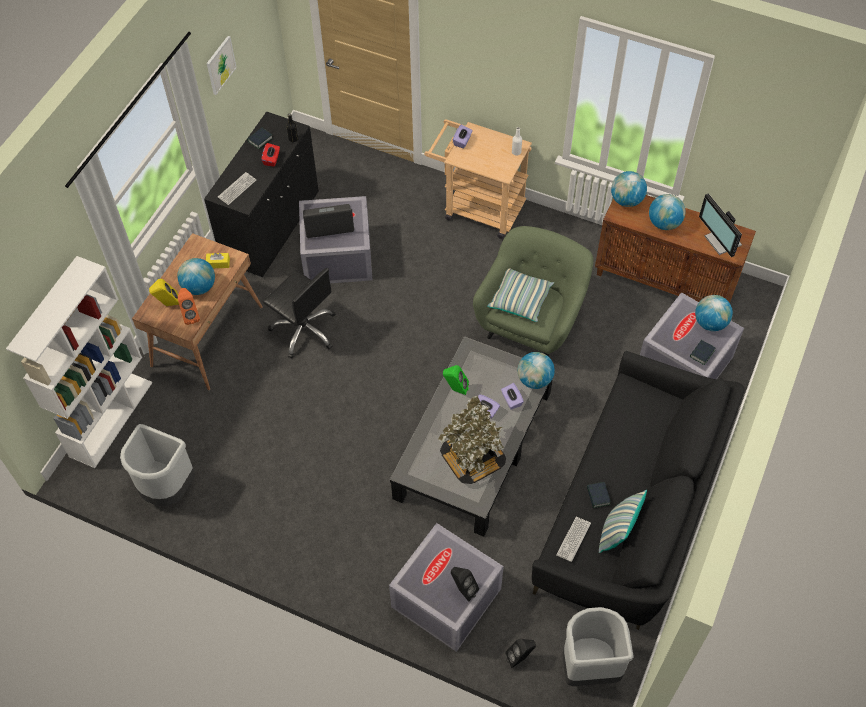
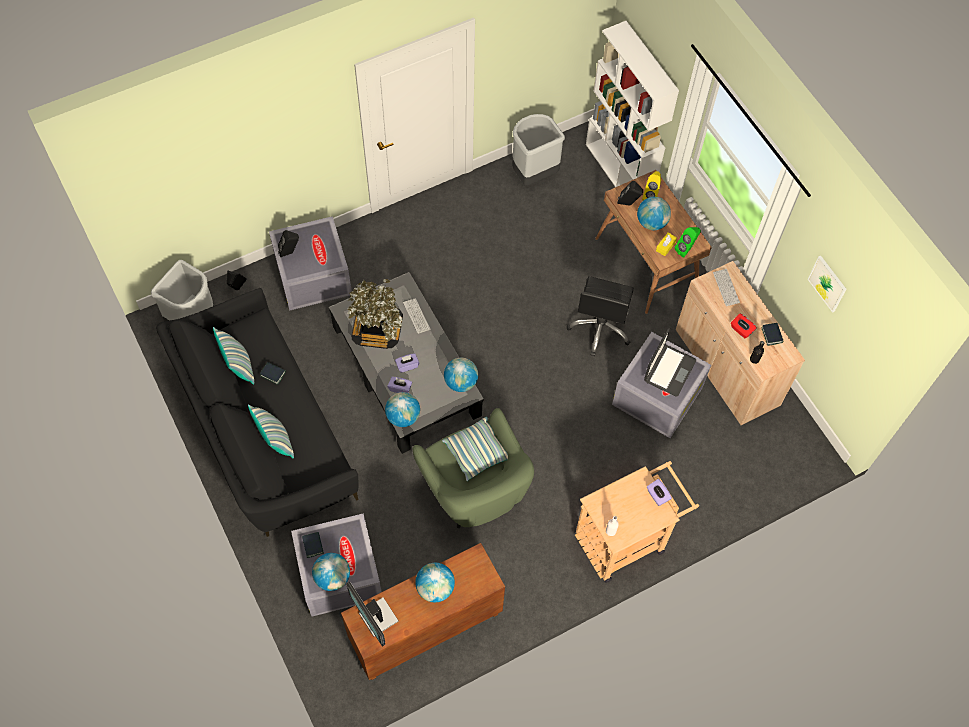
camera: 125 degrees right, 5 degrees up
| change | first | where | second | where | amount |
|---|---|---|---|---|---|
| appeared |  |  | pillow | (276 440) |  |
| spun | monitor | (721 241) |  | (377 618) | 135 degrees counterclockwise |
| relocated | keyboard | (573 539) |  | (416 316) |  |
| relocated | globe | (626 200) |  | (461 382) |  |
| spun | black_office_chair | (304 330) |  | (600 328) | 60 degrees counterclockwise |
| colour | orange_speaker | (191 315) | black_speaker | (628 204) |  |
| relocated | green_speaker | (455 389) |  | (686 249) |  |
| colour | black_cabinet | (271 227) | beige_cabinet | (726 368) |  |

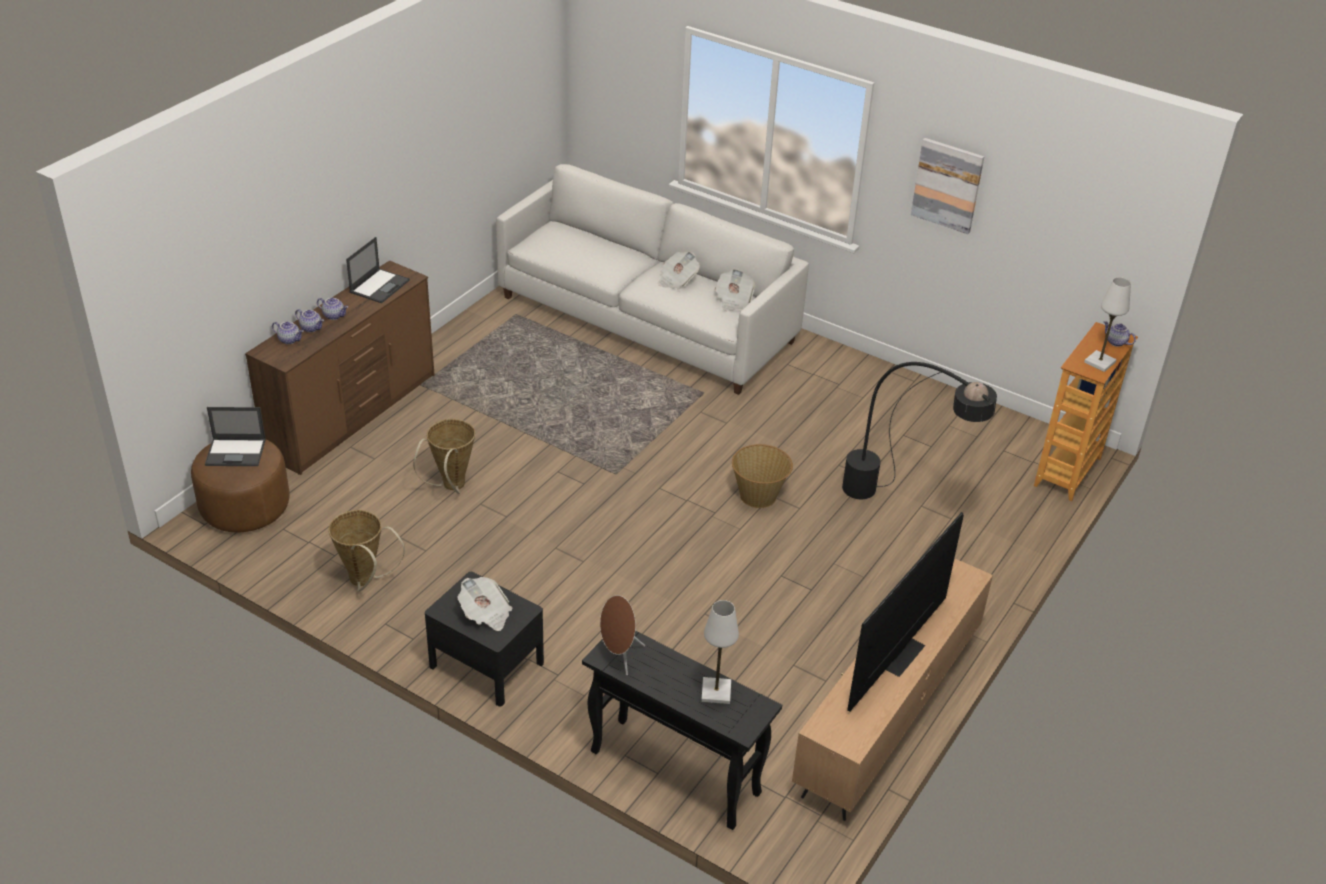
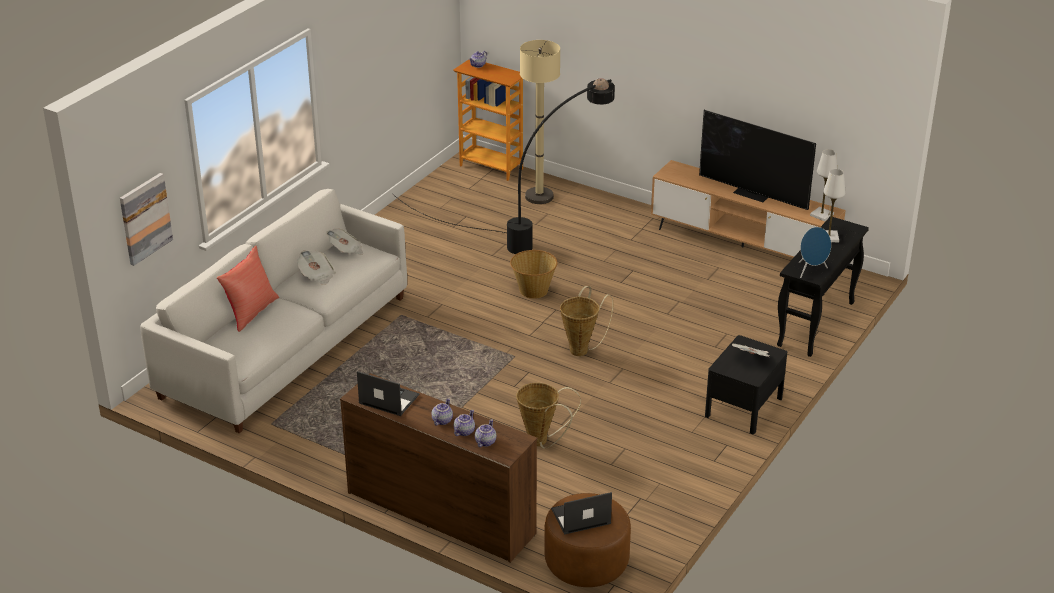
camera: 90 degrees left, 5 degrees down
| change | first | where | second | where | amount |
|---|---|---|---|---|---|
| relocated | picture | (947 185) |  | (145 218) |  |
| appeared |  |  | red_pillow | (251 312) |  |
| appeared |  |  | beige_floor_lamp | (539 197) |  |
| spun | laptop | (236 452) |  | (580 517) | 105 degrees counterclockwise |
| relocated | basket | (365 582) |  | (581 349) |  |
| colour | brown_speaker | (619 656) | blue_speaker | (811 271) |  |
| relocated | white_table_lamp | (1099 362) |  | (822 215) |  |

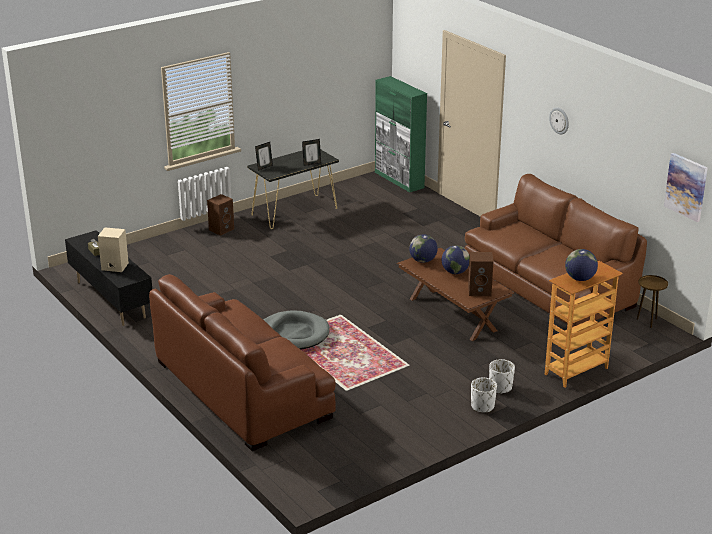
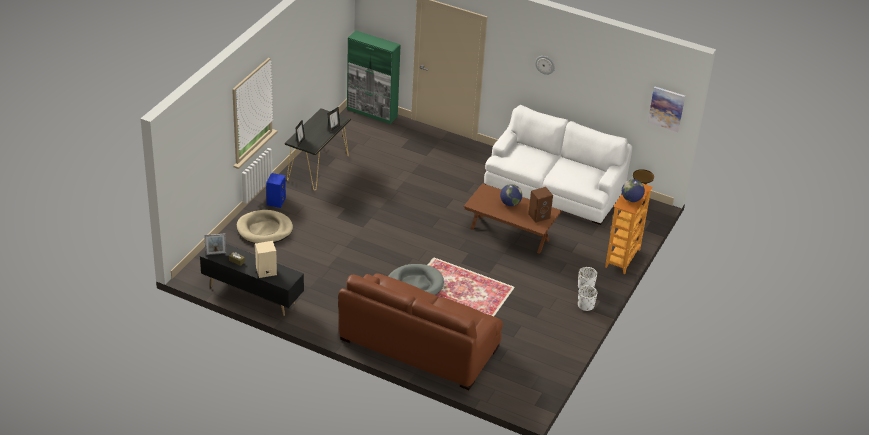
camera: 30 degrees left, 10 degrees up
| change | first | where | second | where | amount |
|---|---|---|---|---|---|
| appeared |  |  | picture_frame | (216 254) |  |
| appeared |  |  | beige_dog_bed | (264 229) |  |
| colour | brown_speaker | (221 229) | blue_speaker | (276 201) |  |
| colour | brown_sofa | (548 285) | white_sofa | (554 189) |  |
| missing | globe | (423 261) |  |  |  |

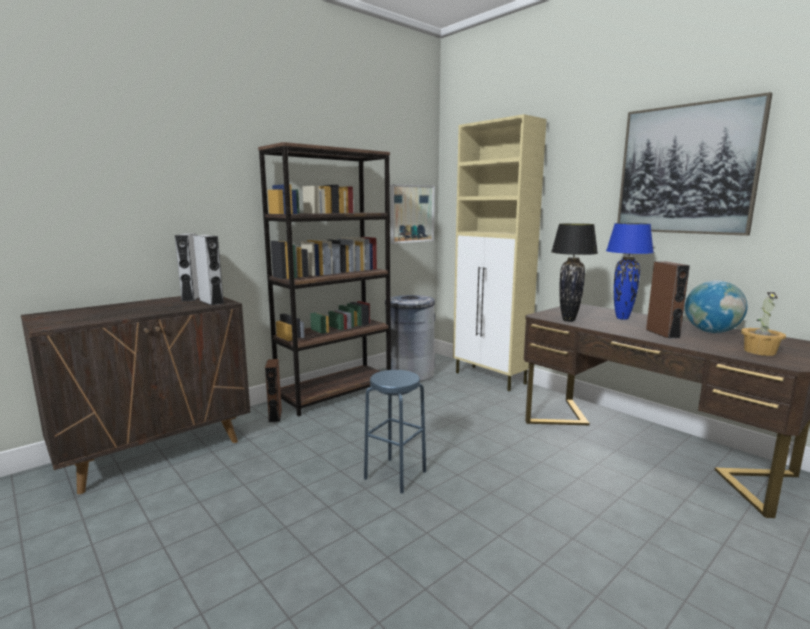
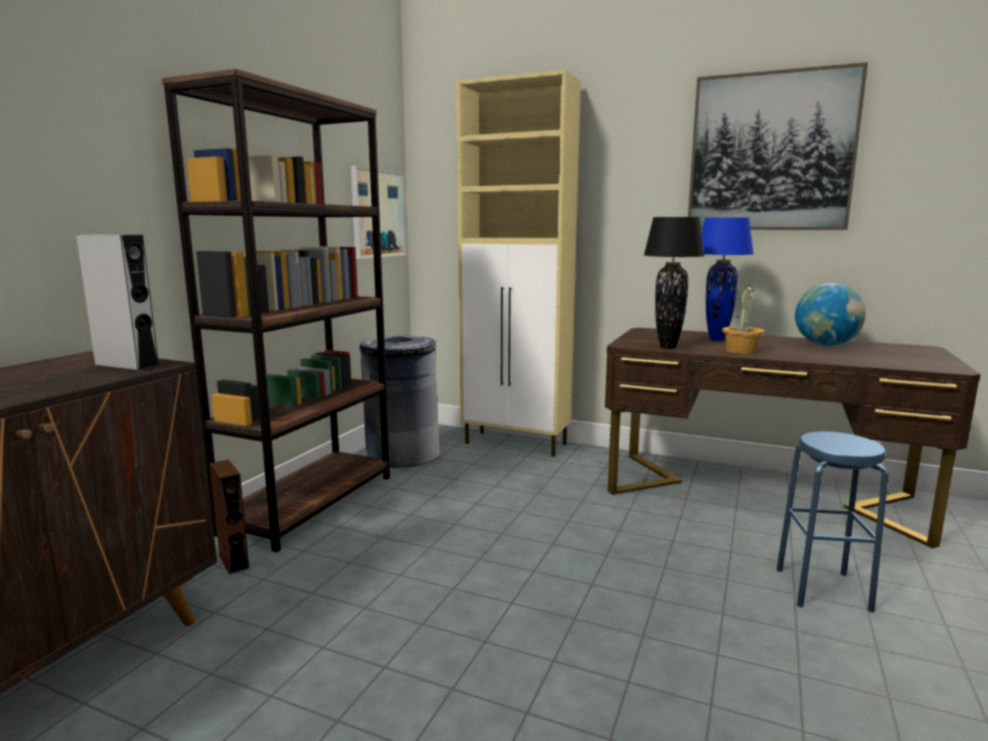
camera: 25 degrees left, 0 degrees up
| change | first | where | second | where | amount |
|---|---|---|---|---|---|
| relocated | potted_plant | (759 351) |  | (740 351) |  |
| relocated | blue_stool | (395 475) |  | (822 589) |  |
| missing | grey_speaker | (191 298) |  |  |  |
| missing | brown_speaker | (662 333) |  |  |  |

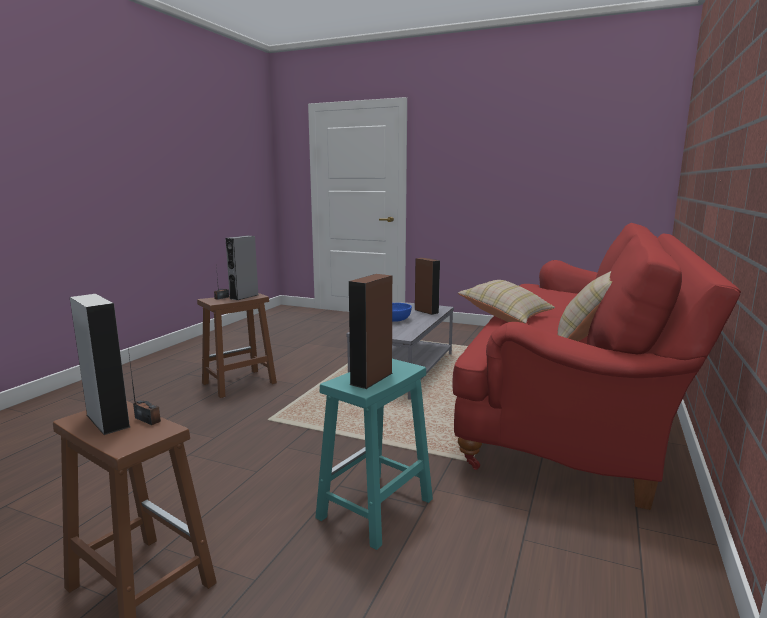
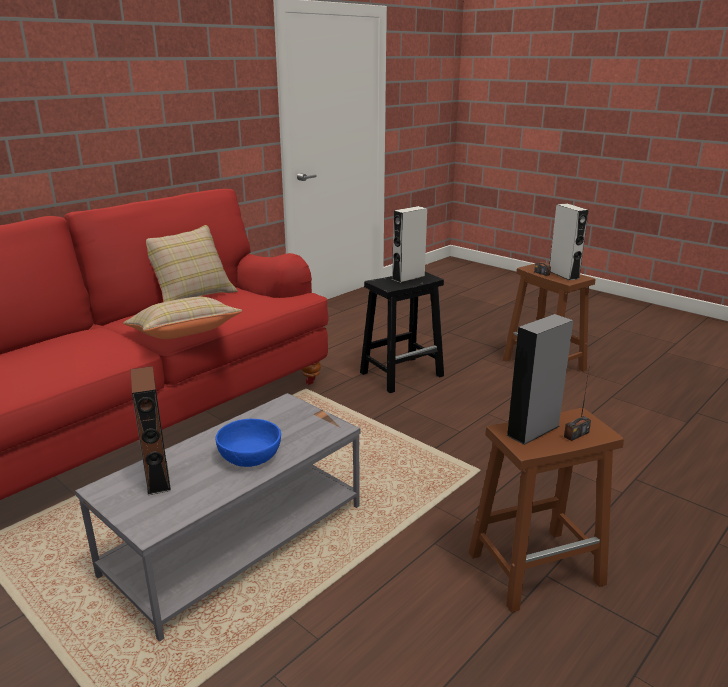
camera: 160 degrees left, 10 degrees up
| change | first | where | second | where | amount |
|---|---|---|---|---|---|
| colour | turquoise_stool | (375 509) | black_stool | (402 374) |  |
| colour | brown_speaker | (371 378) | grey_speaker | (408 277) |  |

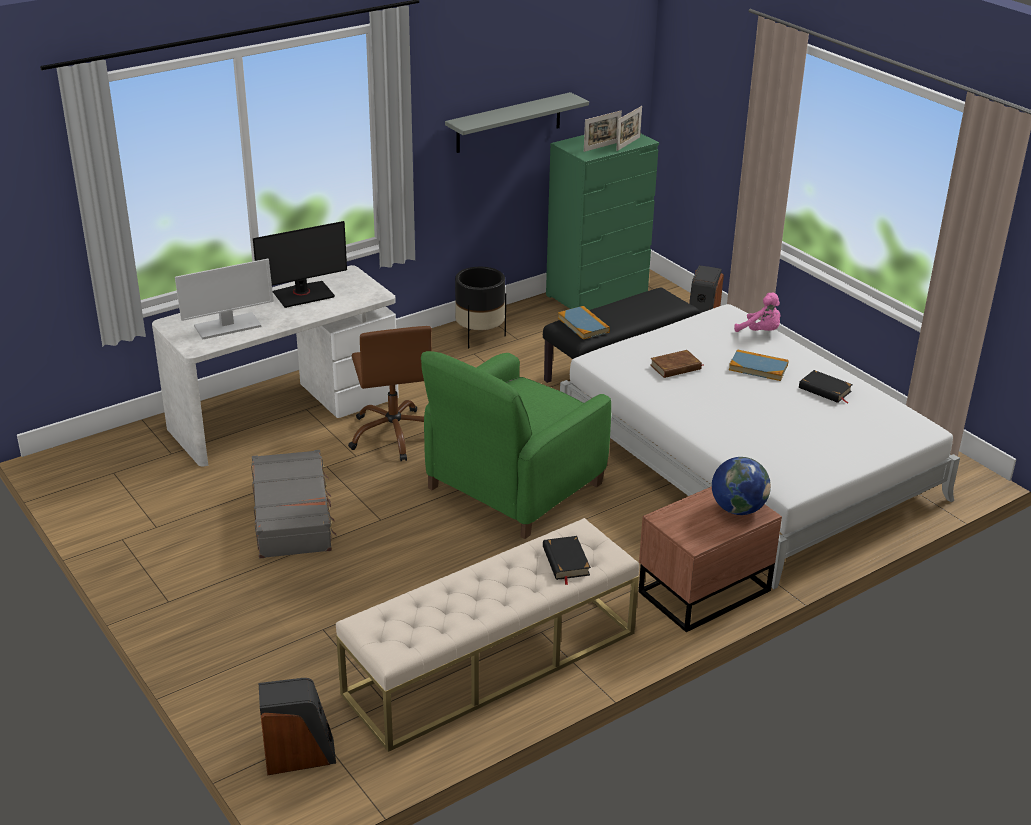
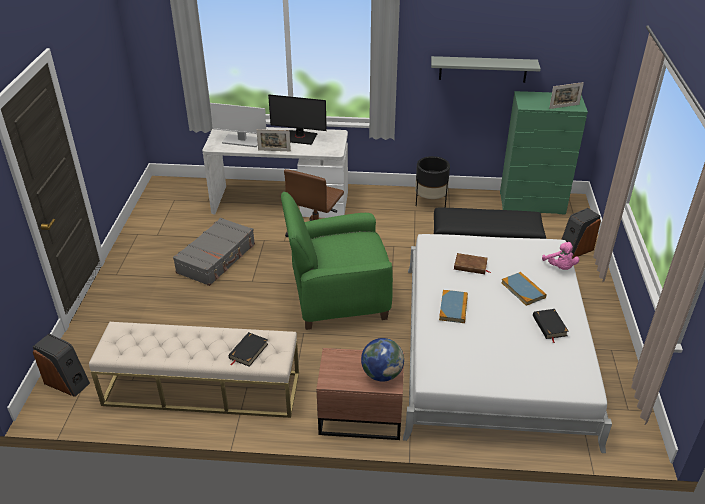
camera: 40 degrees right, 5 degrees up
| change | first | where | second | where | amount |
|---|---|---|---|---|---|
| relocated | picture_frame | (601 146) |  | (274 150) |  |
| relocated | book | (583 325) |  | (453 308) |  |

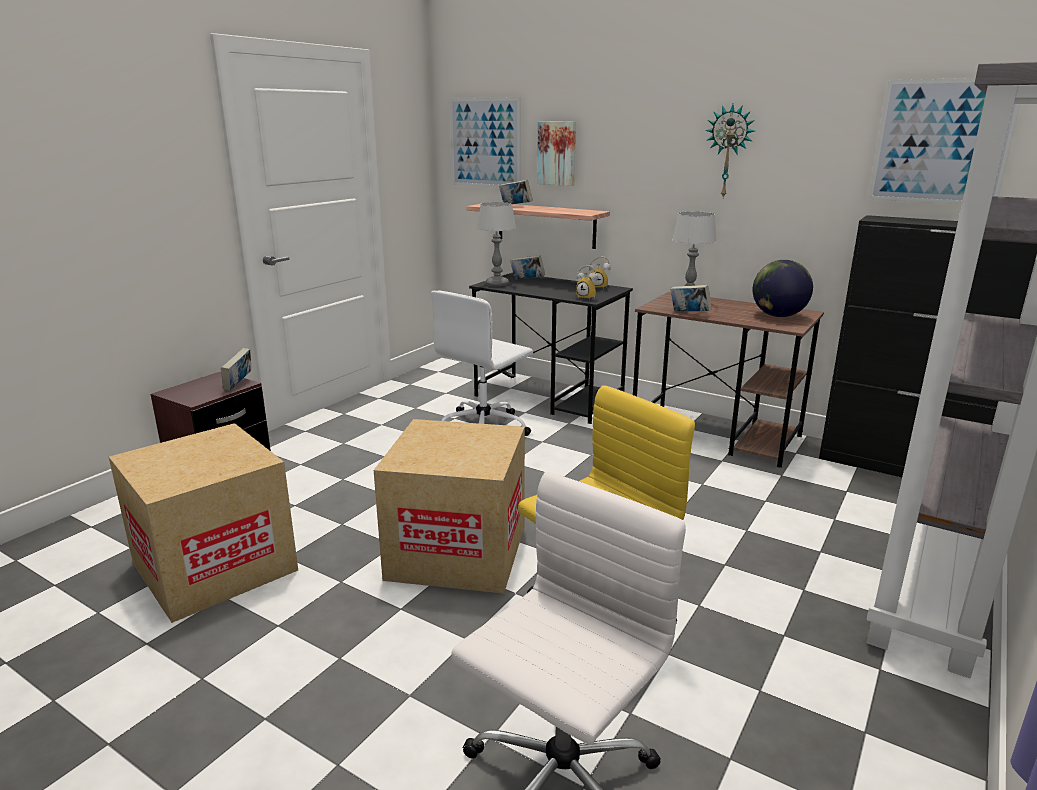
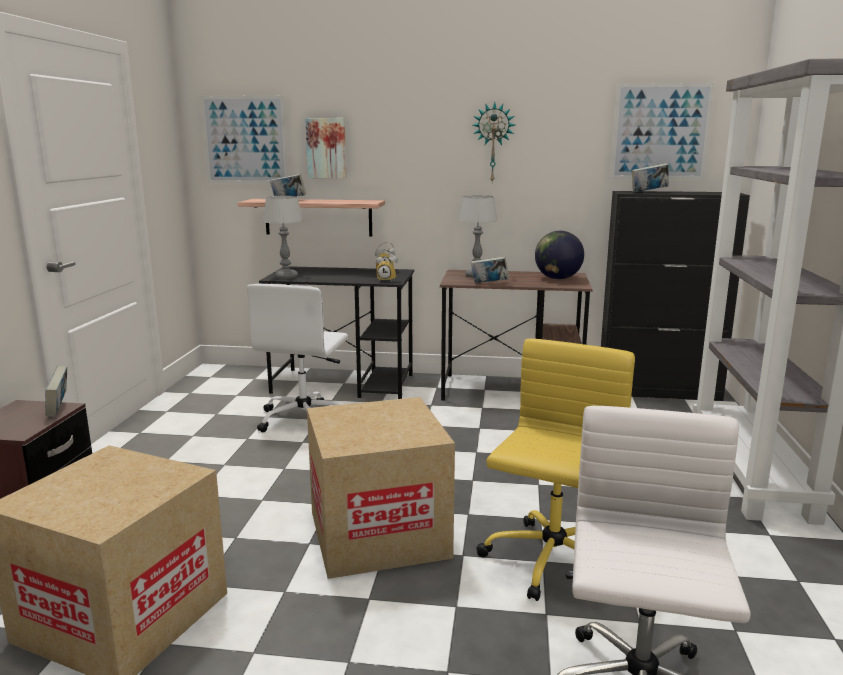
camera: 25 degrees left, 5 degrees down
| change | first | where | second | where | amount |
|---|---|---|---|---|---|
| relocated | book | (527 280) |  | (648 192) |  |

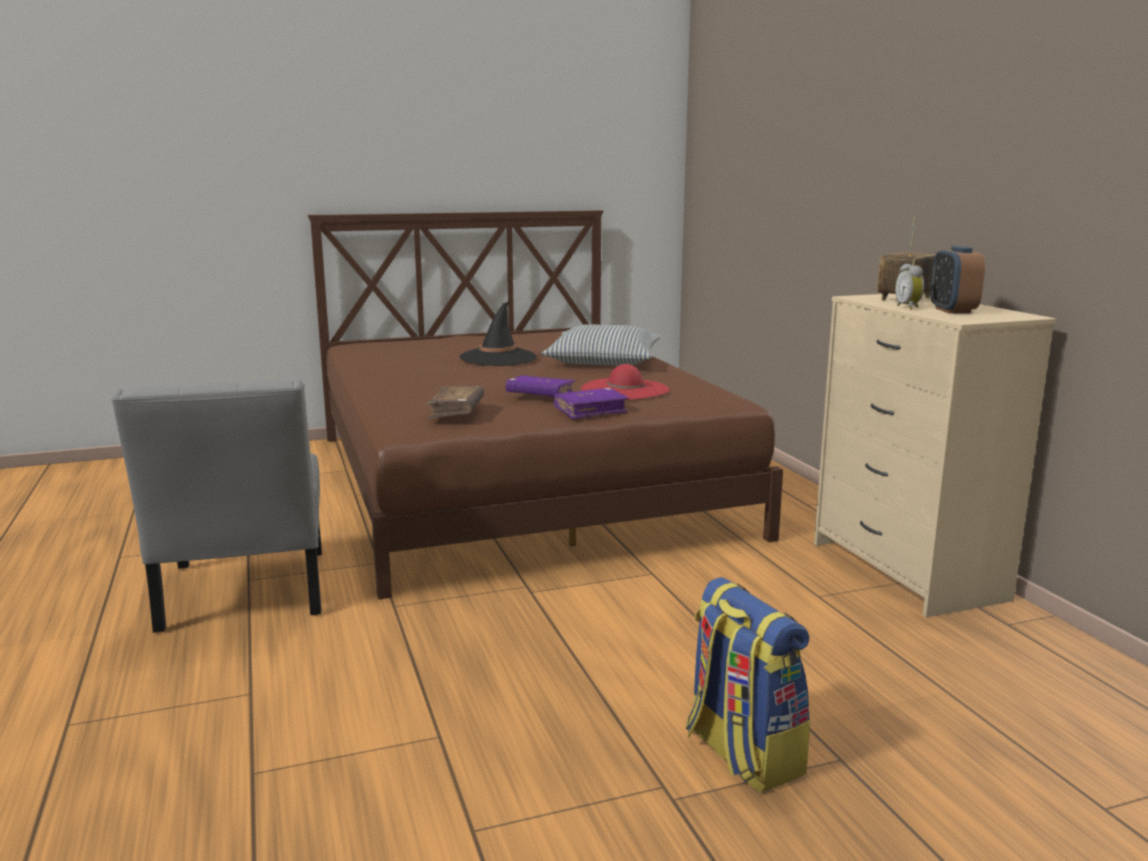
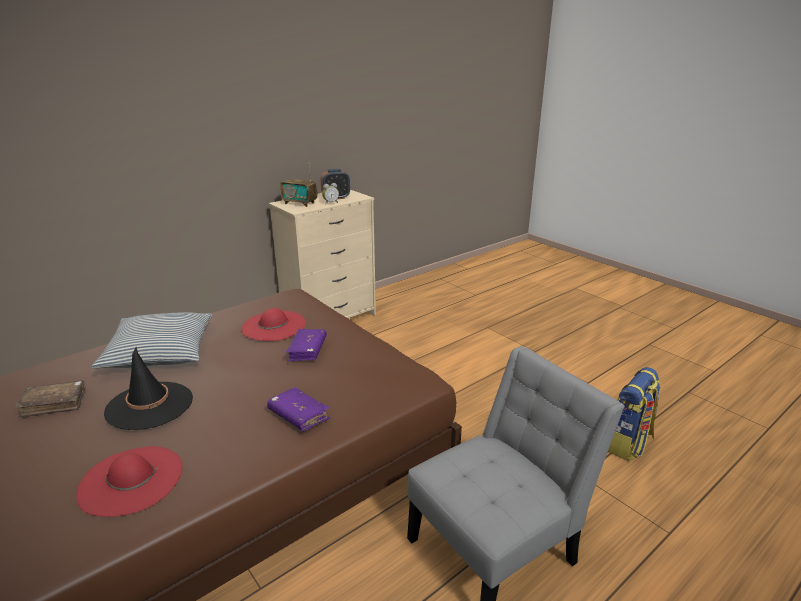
camera: 110 degrees left, 10 degrees up
| change | first | where | second | where | amount |
|---|---|---|---|---|---|
| relocated | brown_book | (456 410) |  | (54 404) |  |
| appeared |  |  | red_hat | (131 480) |  |
| relocated | purple_book | (590 411) |  | (299 415) |  |
| relocated | backpack | (741 754) |  | (627 443) |  |

